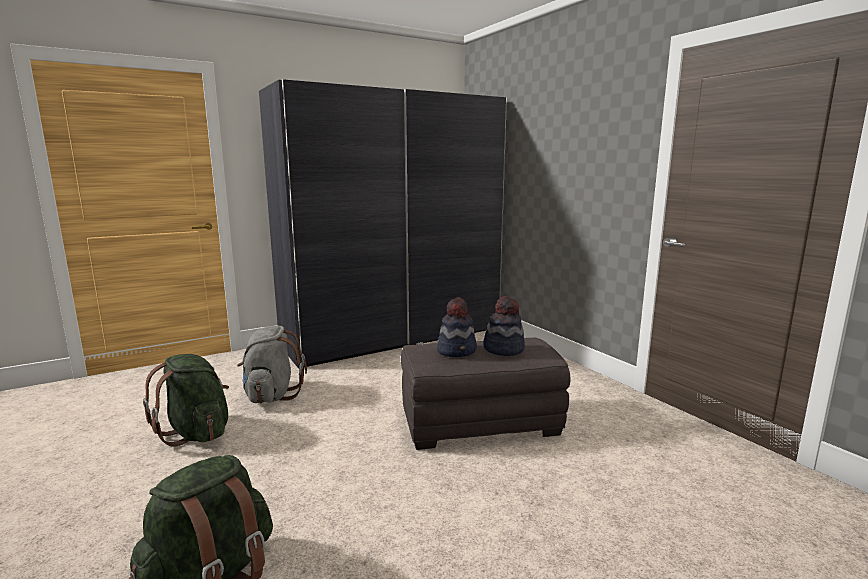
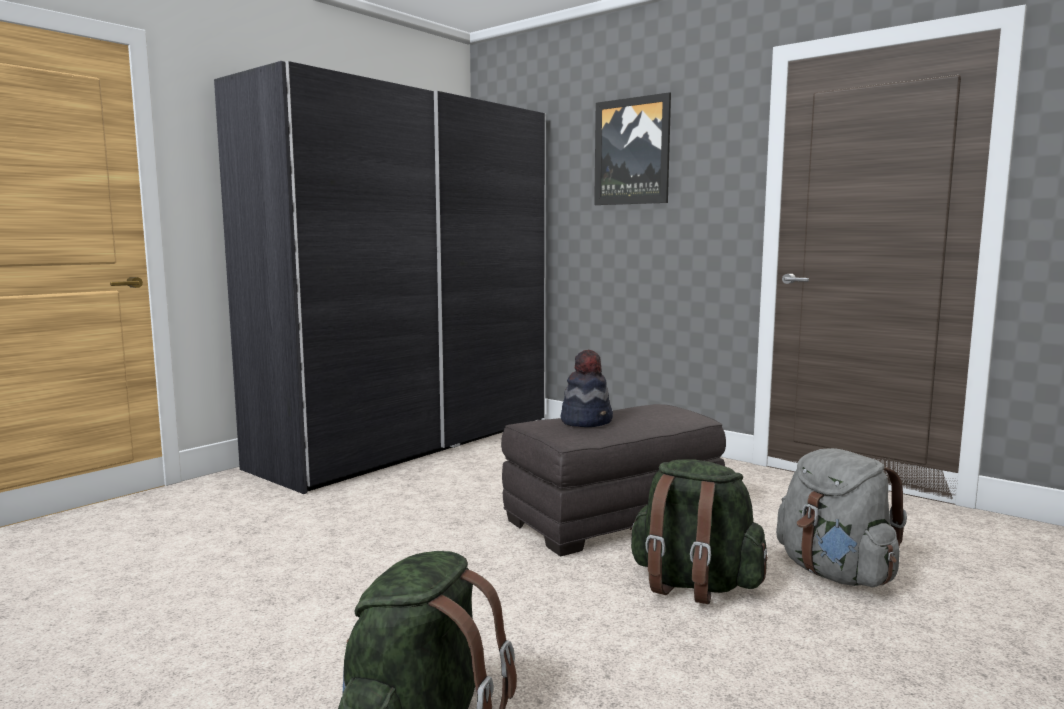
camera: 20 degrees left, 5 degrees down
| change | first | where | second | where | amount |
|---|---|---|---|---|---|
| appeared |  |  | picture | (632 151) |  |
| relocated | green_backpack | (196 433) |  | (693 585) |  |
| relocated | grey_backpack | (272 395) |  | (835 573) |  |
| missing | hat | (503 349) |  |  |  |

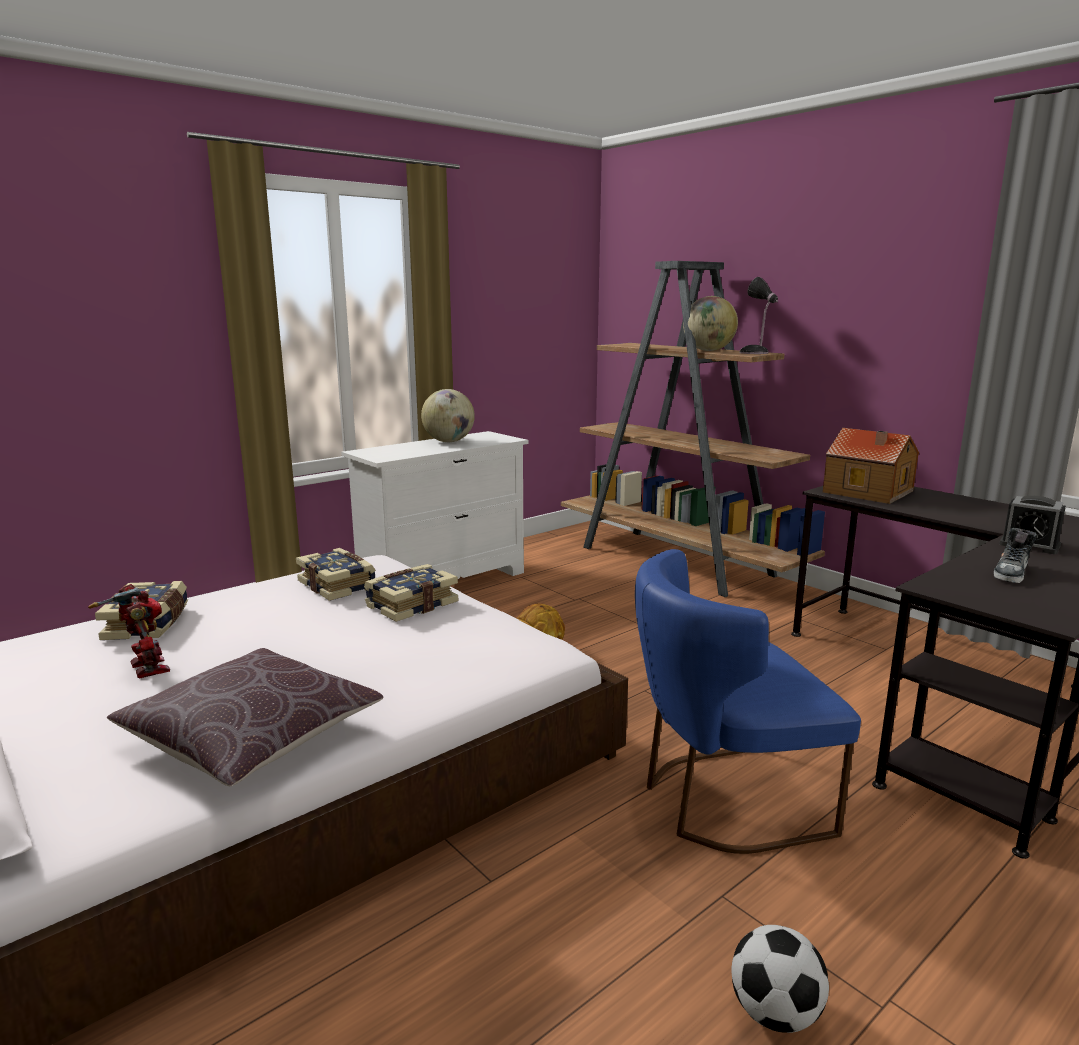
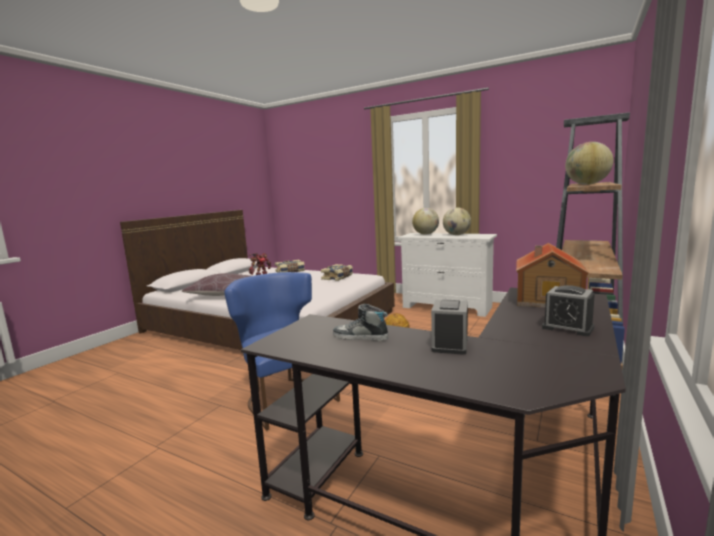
camera: 70 degrees right, 5 degrees down
| change | first | where | second | where | amount |
|---|---|---|---|---|---|
| appeared |  |  | globe | (425 234) |  |
| appeared |  |  | alarm_clock | (567 327) |  |
| missing | book | (411 604) |  |  |  |
| missing | football | (774 1013) |  |  |  |
| missing | table_lamp | (755 353) |  |  |  |

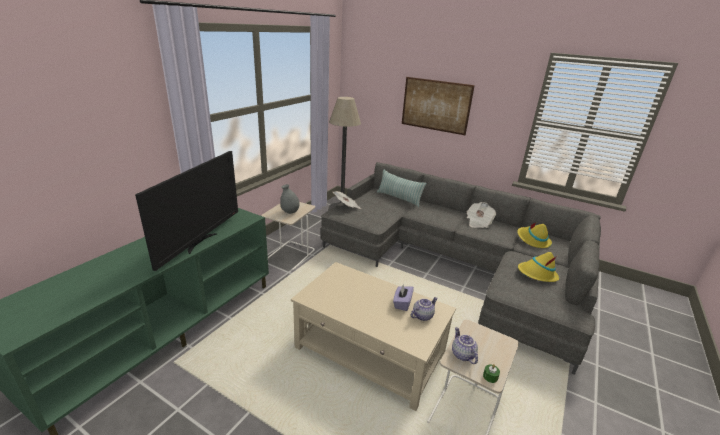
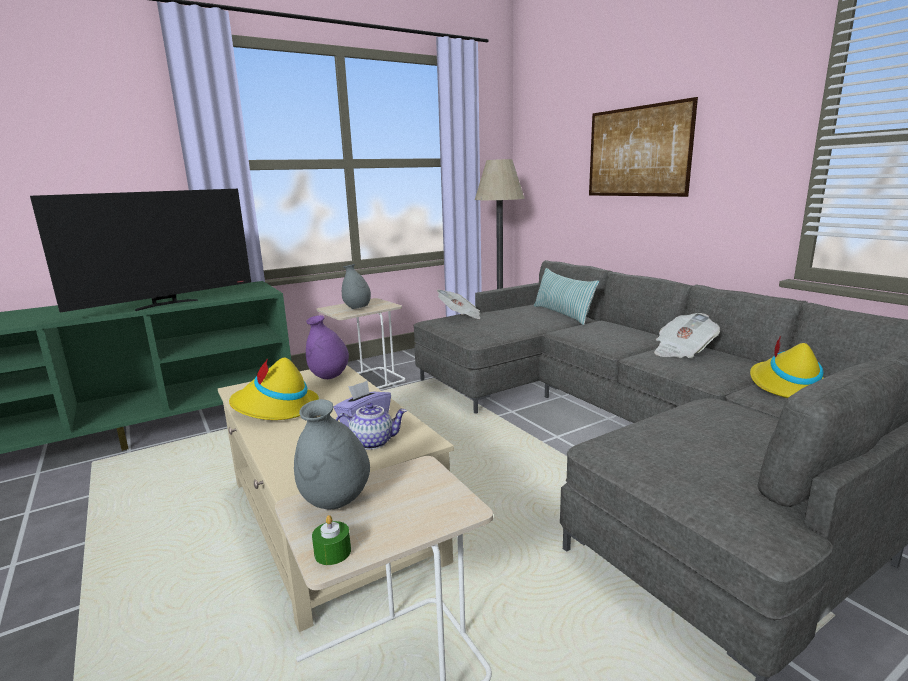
camera: 30 degrees right, 10 degrees down
| change | first | where | second | where | amount |
|---|---|---|---|---|---|
| relocated | yellow_hat | (537 274) |  | (275 408) |  |
| exchanged | teapot | (462 354) | grey_vase | (335 502) |  |
| appeared |  |  | purple_vase | (329 377) |  |

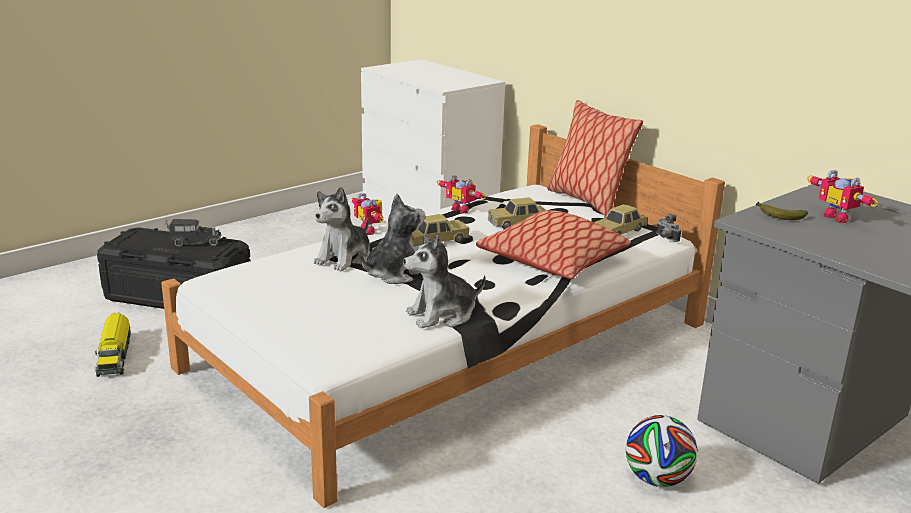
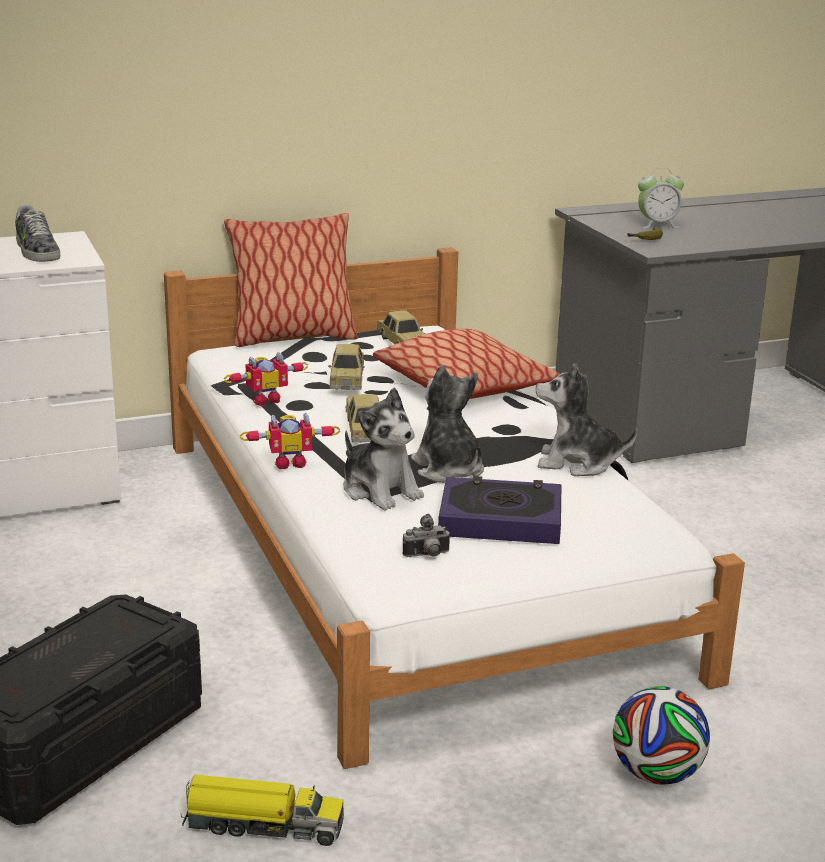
camera: 70 degrees left, 0 degrees up
| change | first | where | second | where | amount |
|---|---|---|---|---|---|
| appeared |  |  | shoe | (36 251) |  |
| relocated | photo_camera | (665 238) |  | (427 556) |  |
| appeared |  |  | book | (500 519) |  |
| spun | plush_toy | (442 315) |  | (577 463) | 105 degrees clockwise |
| relocated | football | (657 479) |  | (656 774) |  |
| exchanged | toy_robot | (839 217) | alarm_clock | (657 225) |  |
| missing | toy_truck | (193 243) |  |  |  |

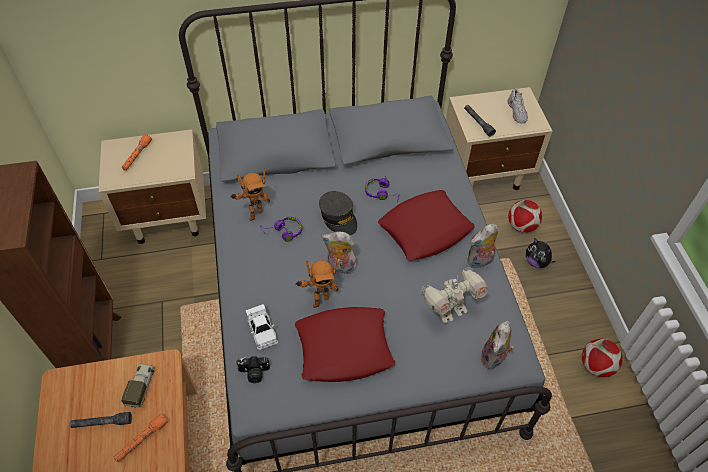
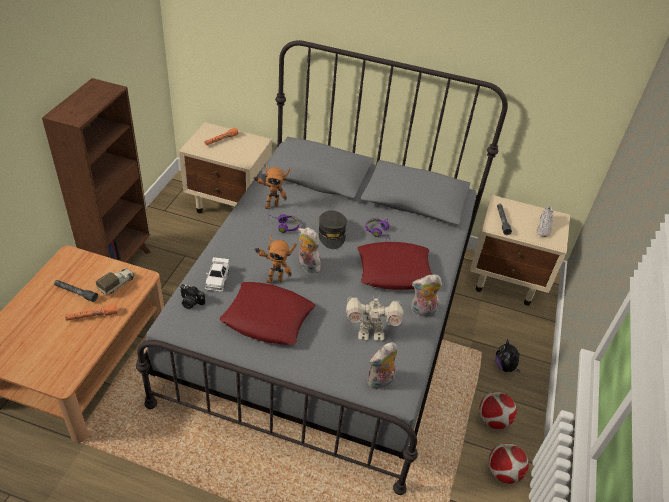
camera: 25 degrees right, 10 degrees down
| change | first | where | second | where | amount |
|---|---|---|---|---|---|
| relocated | football | (521 226) |  | (493 420) |  |

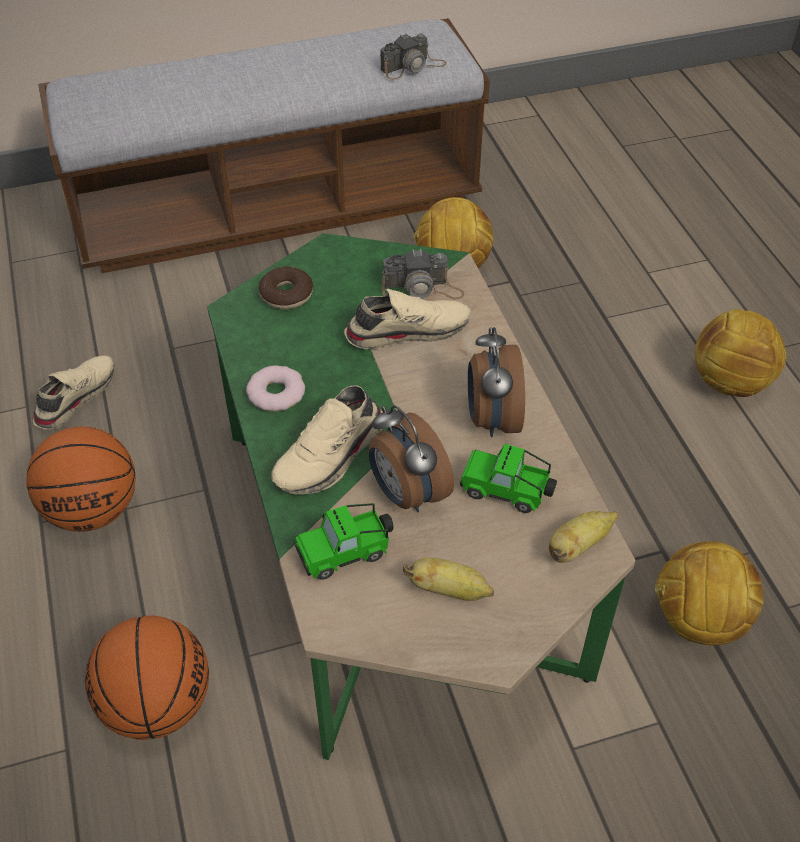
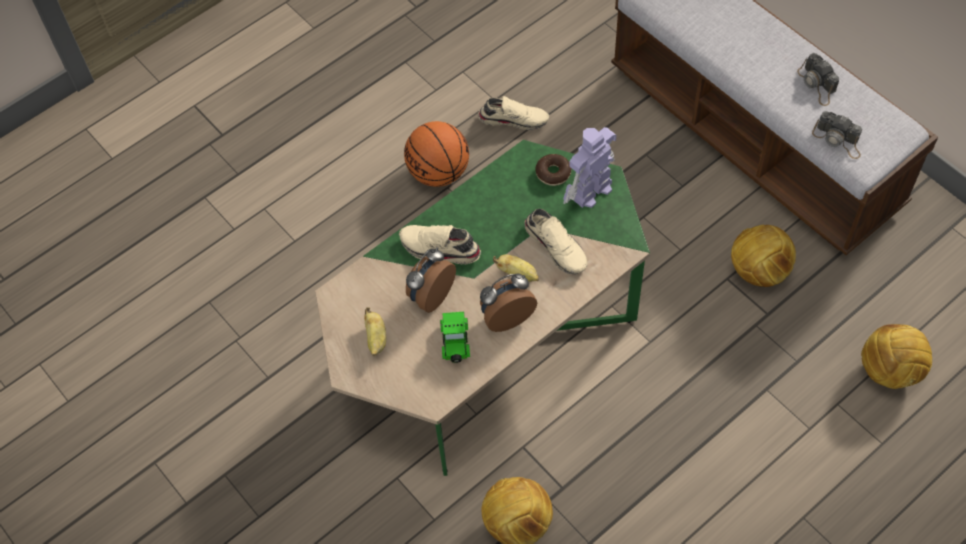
camera: 70 degrees right, 10 degrees up
| change | first | where | second | where | amount |
|---|---|---|---|---|---|
| relocated | banana | (578 546) |  | (518 274) |  |
| appeared |  |  | toy_robot | (590 191) |  |
| relocated | photo_camera | (422 288) |  | (817 84) |  |
| relocated | football | (730 382) |  | (890 371) |  |
| missing | basketball | (157 704) |  |  |  |
| missing | donut | (276 393) |  |  |  |
| missing | toy_car | (347 552) |  |  |  |

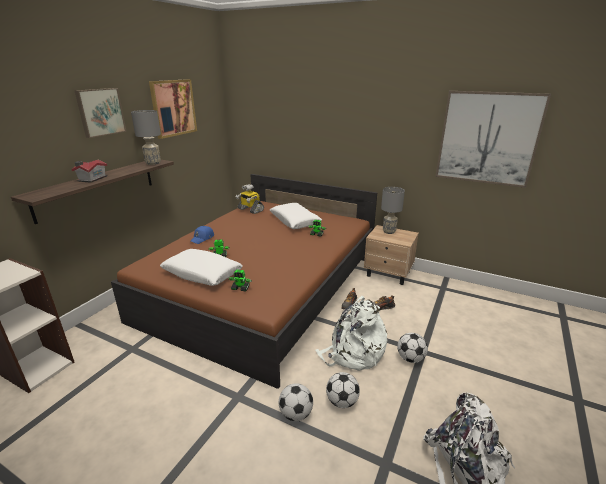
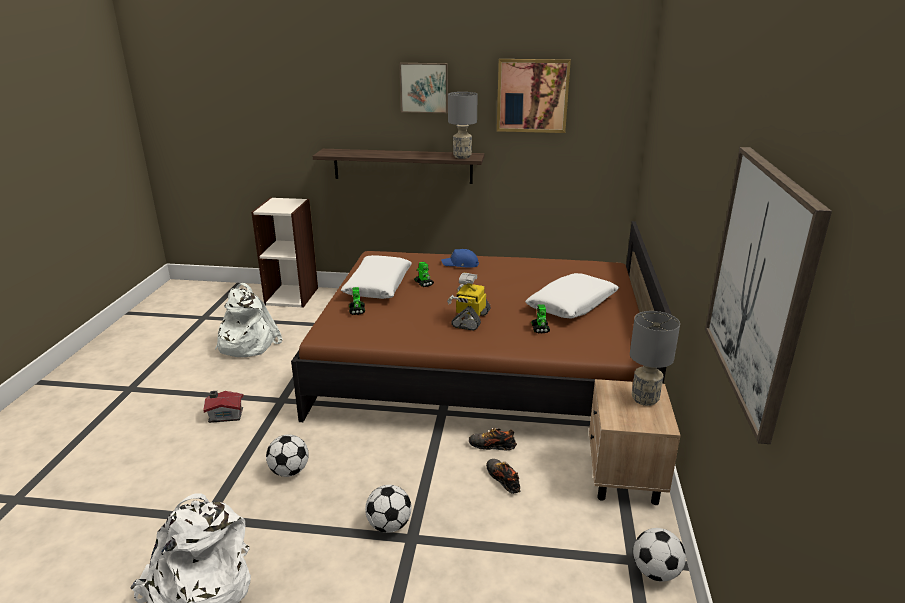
camera: 70 degrees right, 0 degrees up
| change | first | where | second | where | amount |
|---|---|---|---|---|---|
| relocated | toy_house | (91 179) |  | (225 415) |  |
| relocated | white_backpack | (353 353) |  | (246 344) |  |
| relocated | toy_robot | (250 210) |  | (470 319) |  |
| relocated | football | (296 414) |  | (655 572) |  |

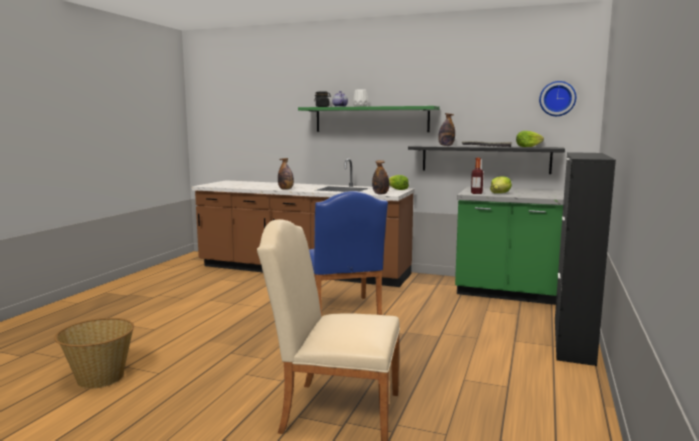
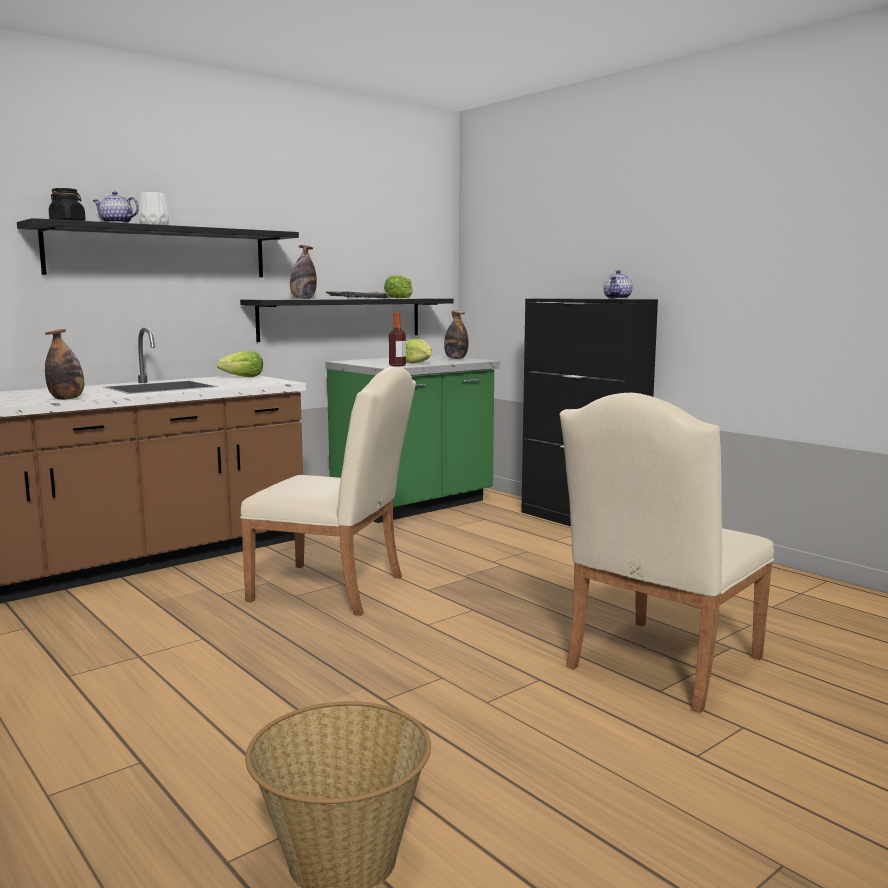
camera: 60 degrees left, 0 degrees up
| change | first | where | second | where | amount |
|---|---|---|---|---|---|
| colour | green_shelf | (371 119) | black_shelf | (160 252) |  |
| colour | blue_chair | (344 312) | beige_chair | (337 590) |  |
| relocated | bottle | (380 194) |  | (456 358) |  |
| appeared |  |  | teapot | (618 298) |  |
| missing | wall_clock | (557 98) |  |  |  |

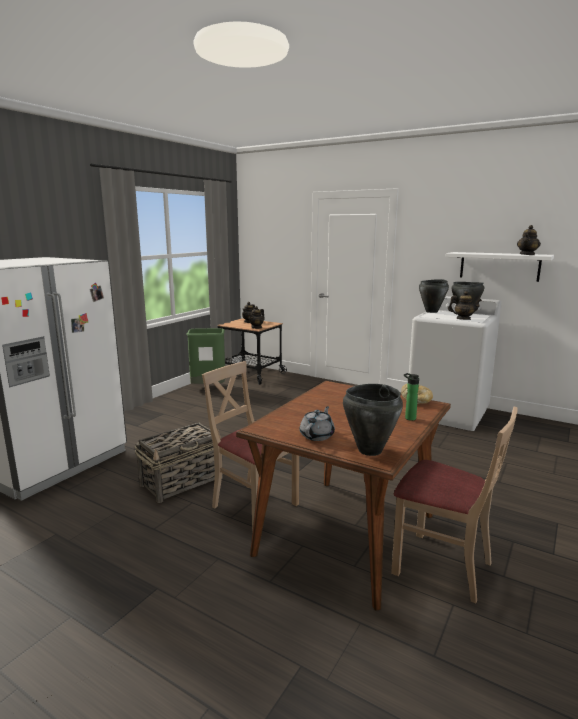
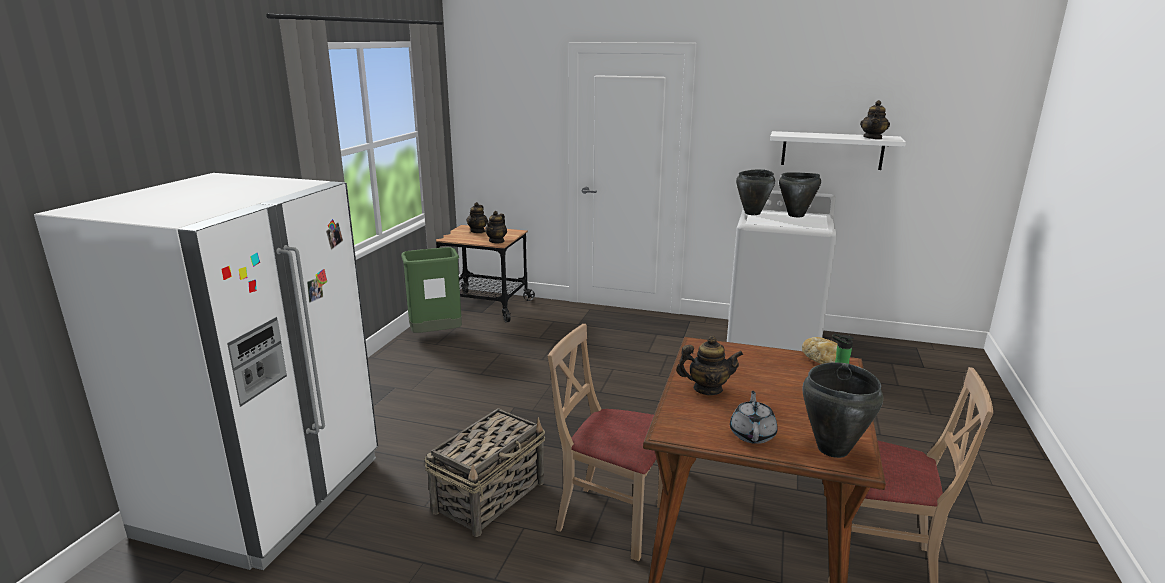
camera: 15 degrees left, 5 degrees up
| change | first | where | second | where | amount |
|---|---|---|---|---|---|
| relocated | teapot | (463 319) |  | (707 389) |  |

